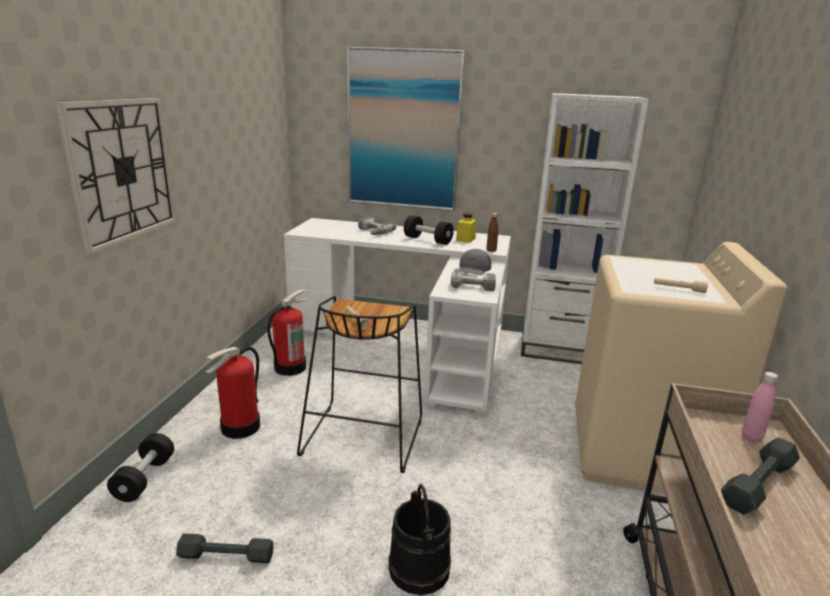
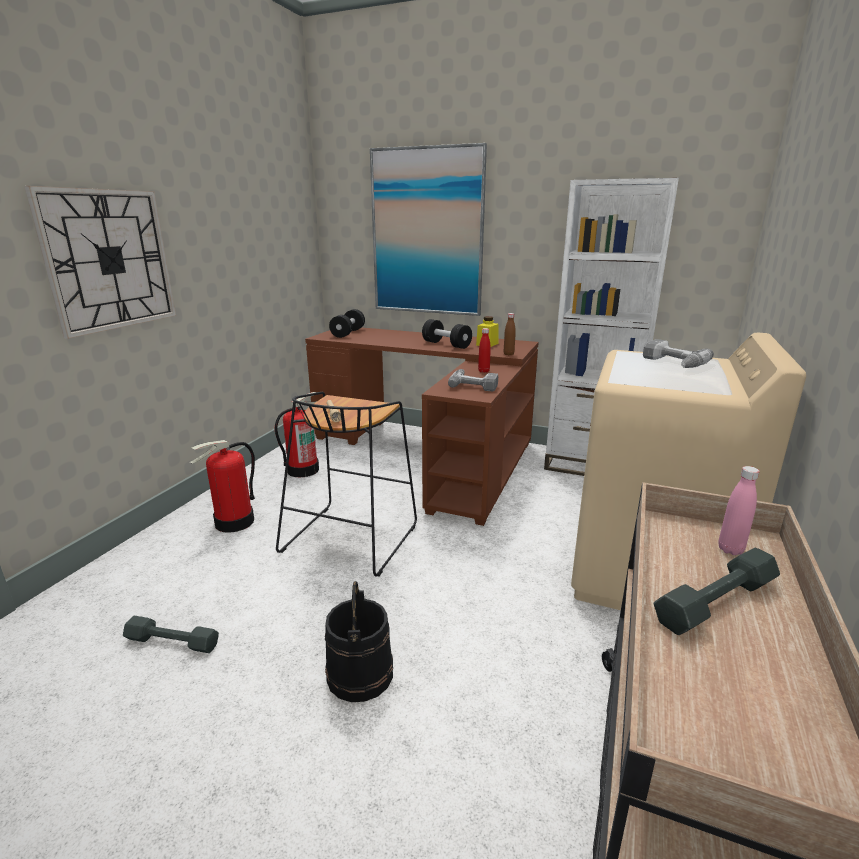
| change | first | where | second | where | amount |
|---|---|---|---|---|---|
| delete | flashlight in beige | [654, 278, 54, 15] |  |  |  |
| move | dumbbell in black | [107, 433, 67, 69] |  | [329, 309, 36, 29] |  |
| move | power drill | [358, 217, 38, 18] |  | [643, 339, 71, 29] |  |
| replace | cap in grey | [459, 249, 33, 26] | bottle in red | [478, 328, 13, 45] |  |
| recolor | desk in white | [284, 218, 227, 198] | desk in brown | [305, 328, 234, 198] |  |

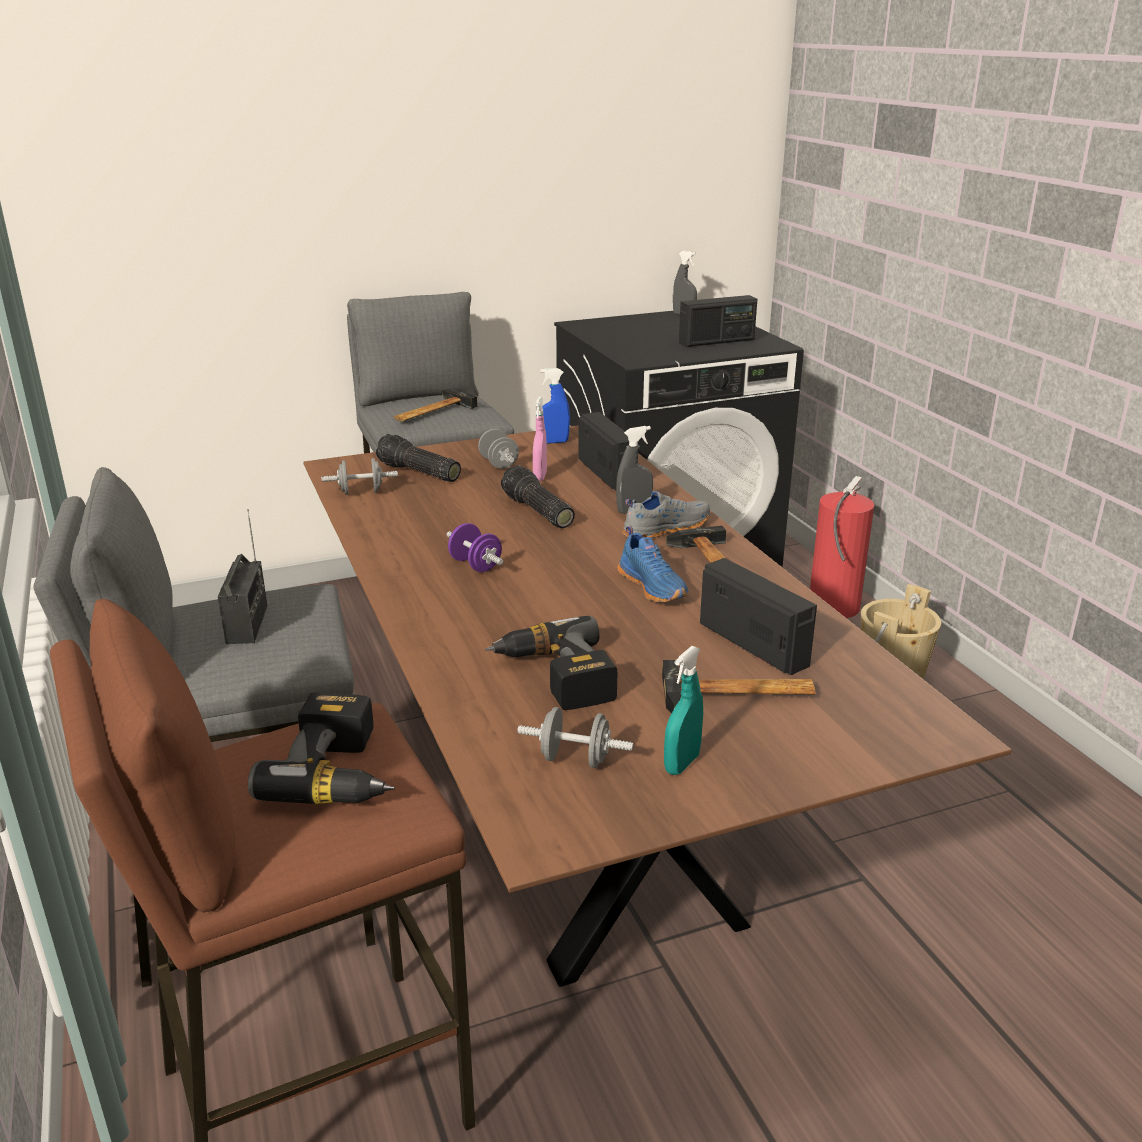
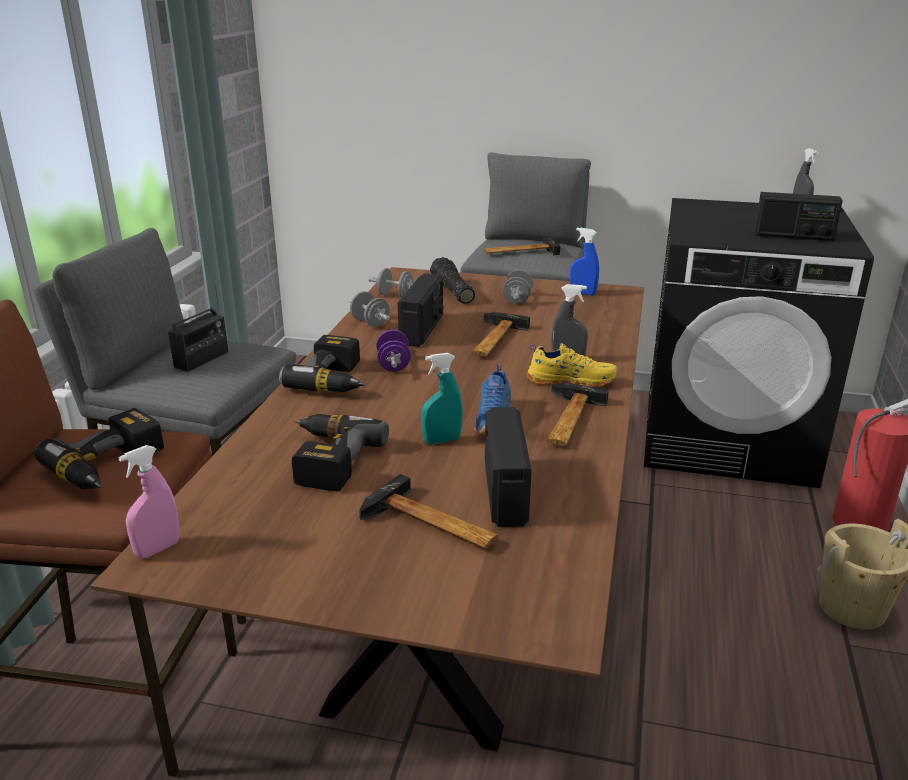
| change | first | where | second | where | amount |
|---|---|---|---|---|---|
| insert |  |  | power drill | [279, 335, 86, 57] |  |
| move | dumbbell in grey | [518, 707, 115, 61] |  | [349, 291, 41, 36] |  |
| move | spray bottle in pink | [533, 397, 14, 84] |  | [118, 445, 61, 114] |  |
| move | radio | [579, 412, 59, 79] |  | [398, 273, 46, 74] |  |
| move | spray bottle in turquoise | [664, 646, 39, 129] |  | [421, 353, 42, 91] |  |
| replace | flashlight | [501, 465, 74, 63] | hammer | [471, 312, 59, 44] |  |
| recolor | shoe in grey | [622, 491, 88, 47] | shoe in yellow | [527, 343, 91, 44] |  |

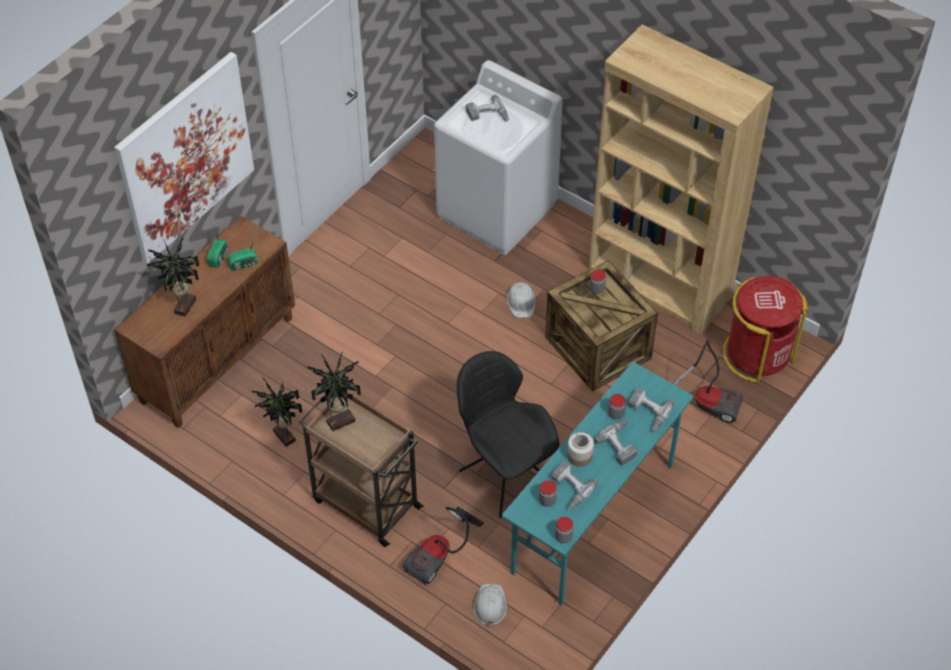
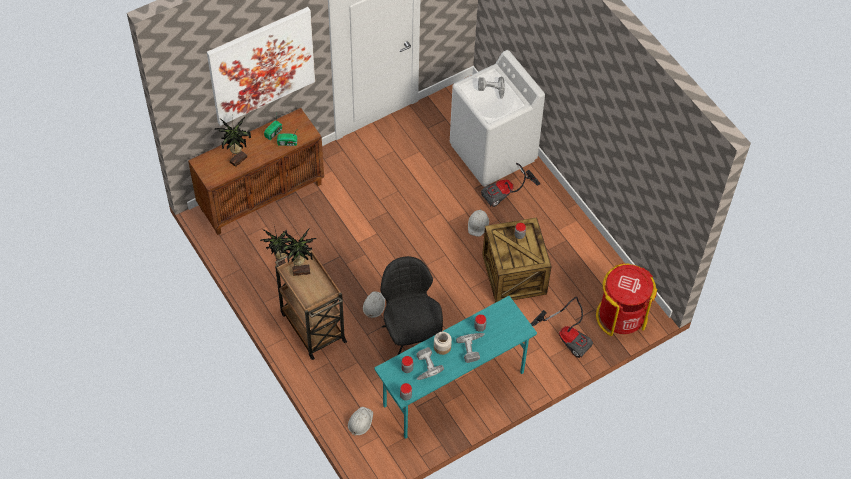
| change | first | where | second | where | amount |
|---|---|---|---|---|---|
| delete | bookcase in brown | [589, 25, 185, 310] |  |  |  |
| delete | power drill | [629, 387, 45, 45] |  |  |  |
| insert |  |  | hard hat in white | [363, 291, 22, 27] |  |
| move | vacuum cleaner | [403, 507, 81, 78] |  | [481, 163, 59, 44] |  |

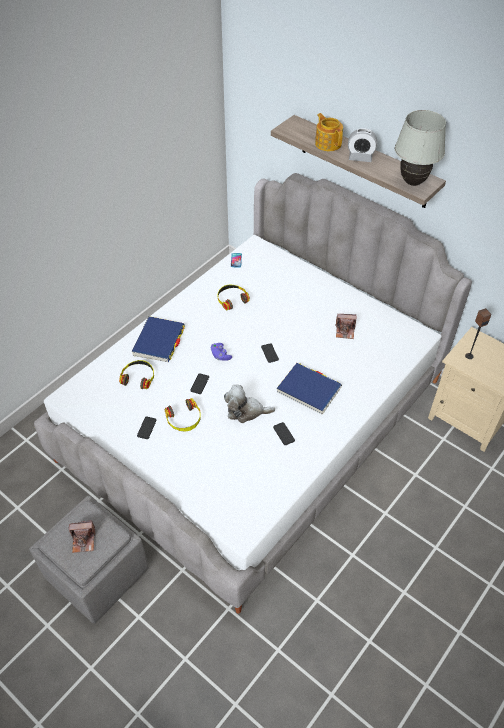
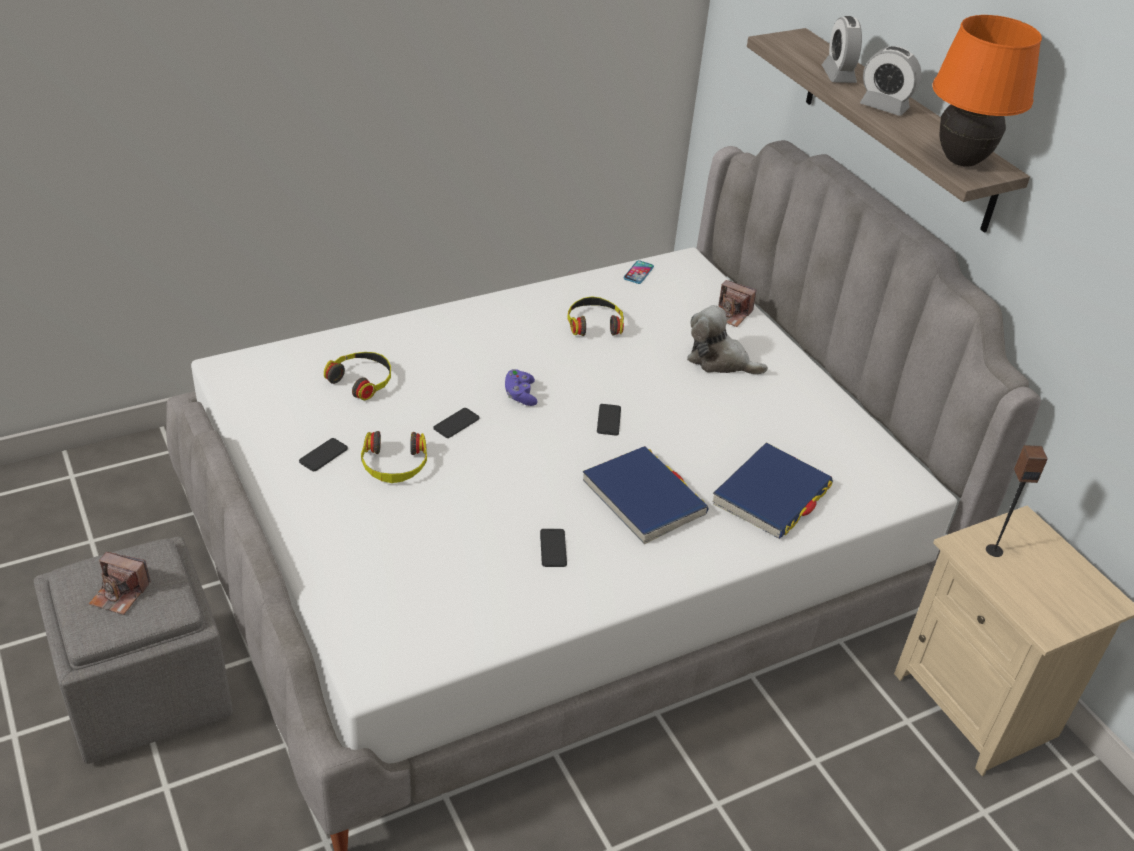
| change | first | where | second | where | amount |
|---|---|---|---|---|---|
| move | book in blue | [132, 316, 53, 46] |  | [713, 443, 120, 96] |  |
| move | plush toy | [224, 385, 51, 38] |  | [687, 305, 81, 70] |  |
| move | photo camera | [335, 314, 21, 25] |  | [718, 280, 39, 47] |  |
| replace | teapot | [315, 113, 28, 38] | alarm clock | [822, 16, 40, 67] |  |
| recolor | table lamp in white | [395, 110, 51, 76] | table lamp in orange | [933, 15, 109, 152] |  |

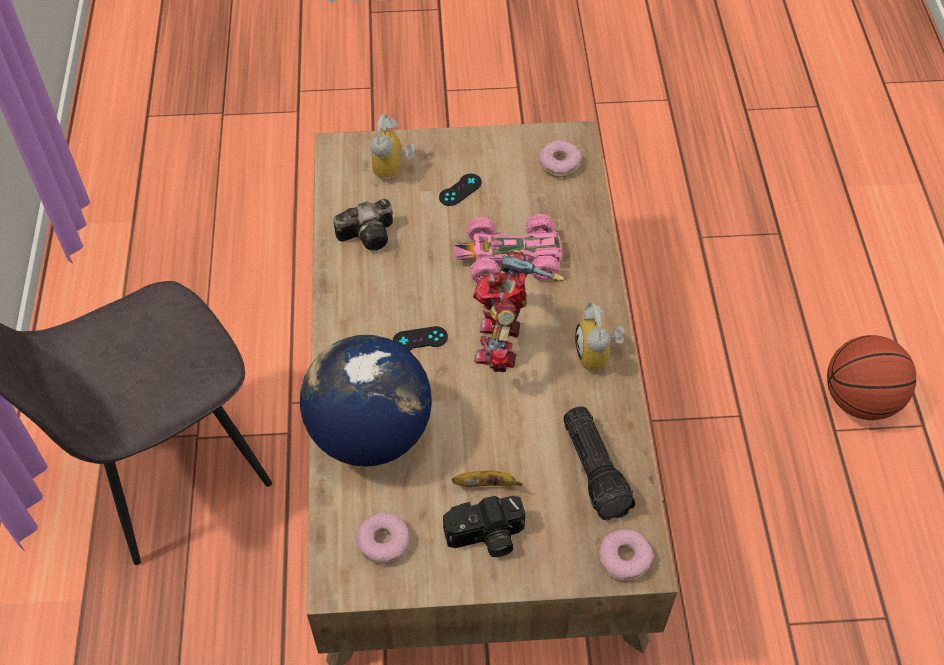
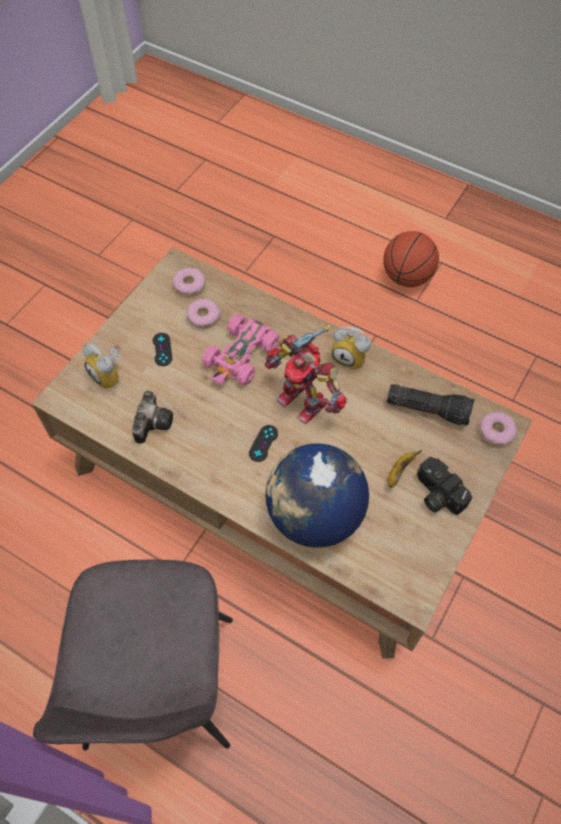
| change | first | where | second | where | amount |
|---|---|---|---|---|---|
| move | donut | [357, 512, 53, 52] |  | [187, 299, 34, 30] |  |
| rotate | photo camera | [443, 496, 83, 61] |  | [417, 457, 55, 58] | 120 degrees clockwise |

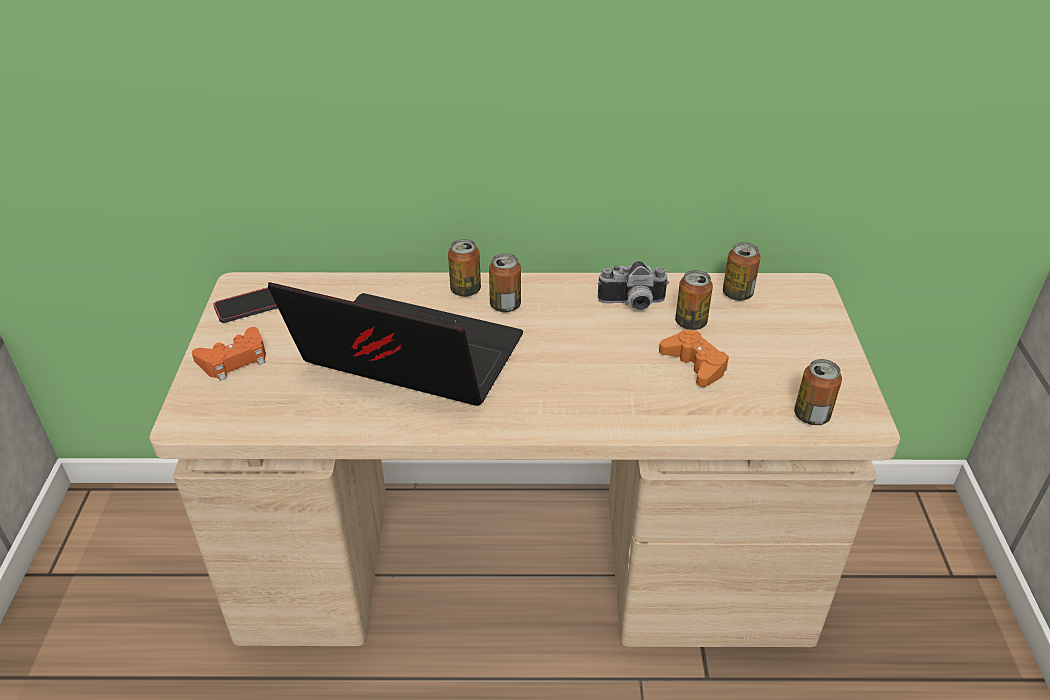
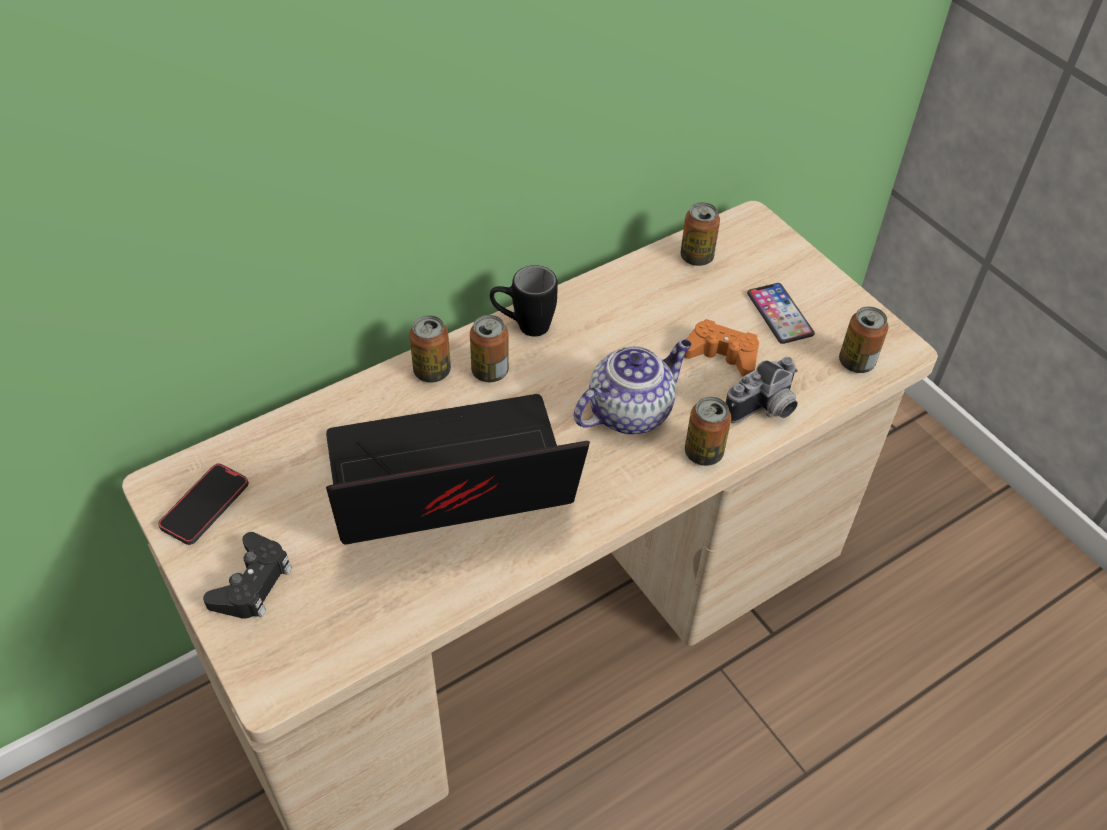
| change | first | where | second | where | amount |
|---|---|---|---|---|---|
| insert |  |  | mug in black | [490, 265, 68, 72] |  |
| insert |  |  | teapot | [574, 339, 118, 96] |  |
| insert |  |  | phone | [747, 283, 68, 61] |  |
| move | photo camera | [598, 261, 71, 49] |  | [726, 357, 72, 66] |  |
| move | can | [675, 270, 38, 60] |  | [685, 397, 46, 69] |  |
| recolor | game controller in orange | [192, 327, 74, 54] | game controller in black | [203, 532, 89, 87] |  |

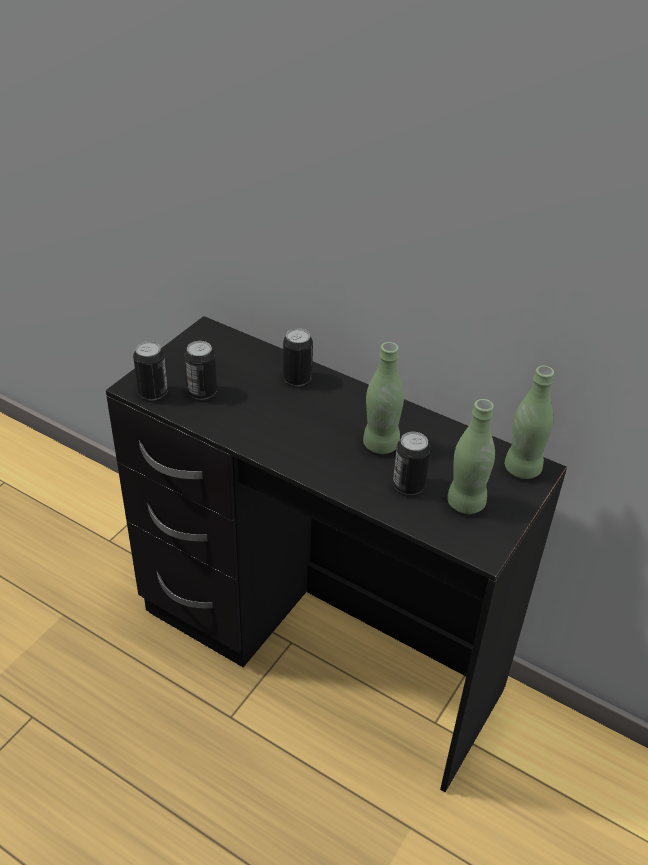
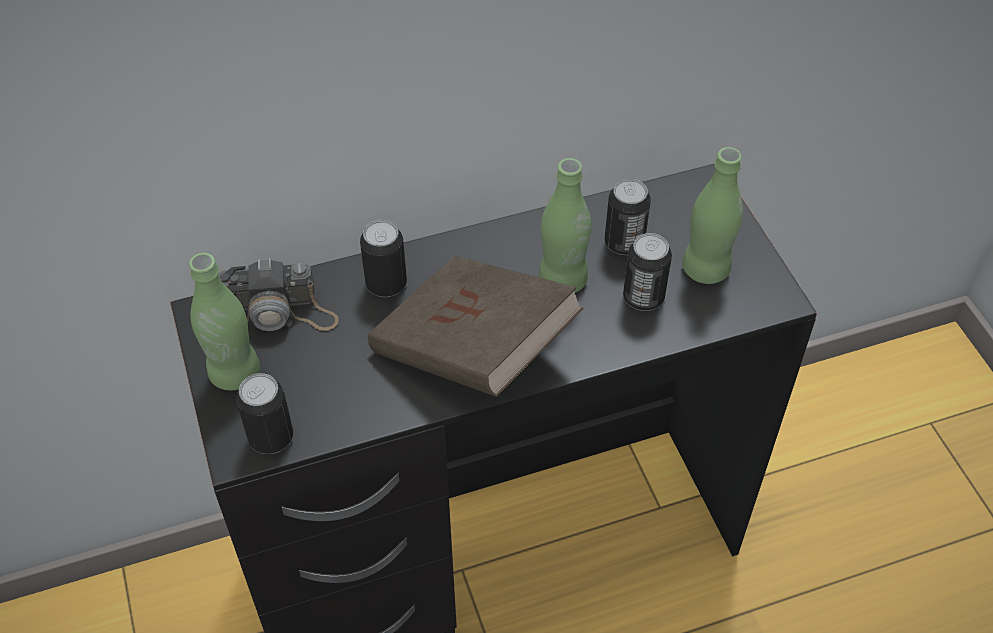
| change | first | where | second | where | amount |
|---|---|---|---|---|---|
| insert |  |  | photo camera | [218, 258, 121, 73] |  |
| insert |  |  | book in brown | [368, 256, 216, 141] |  |
| move | can | [184, 341, 33, 59] |  | [604, 179, 47, 76] |  |
| move | bottle in green | [505, 366, 49, 113] |  | [189, 253, 71, 137] |  |

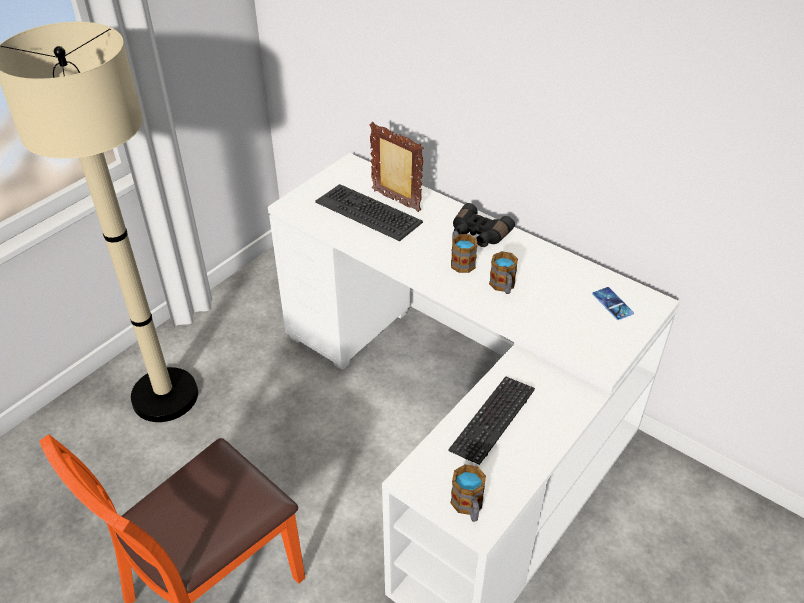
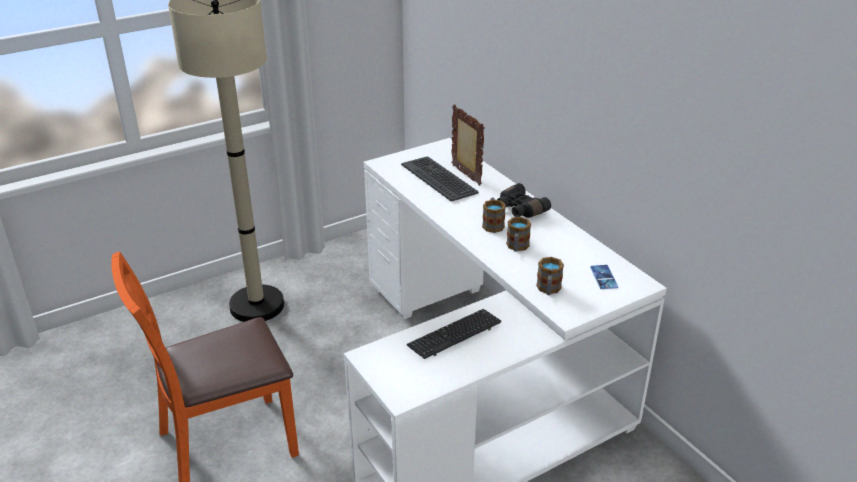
| change | first | where | second | where | amount |
|---|---|---|---|---|---|
| move | mug | [451, 464, 35, 58] |  | [536, 257, 28, 38] |  |

